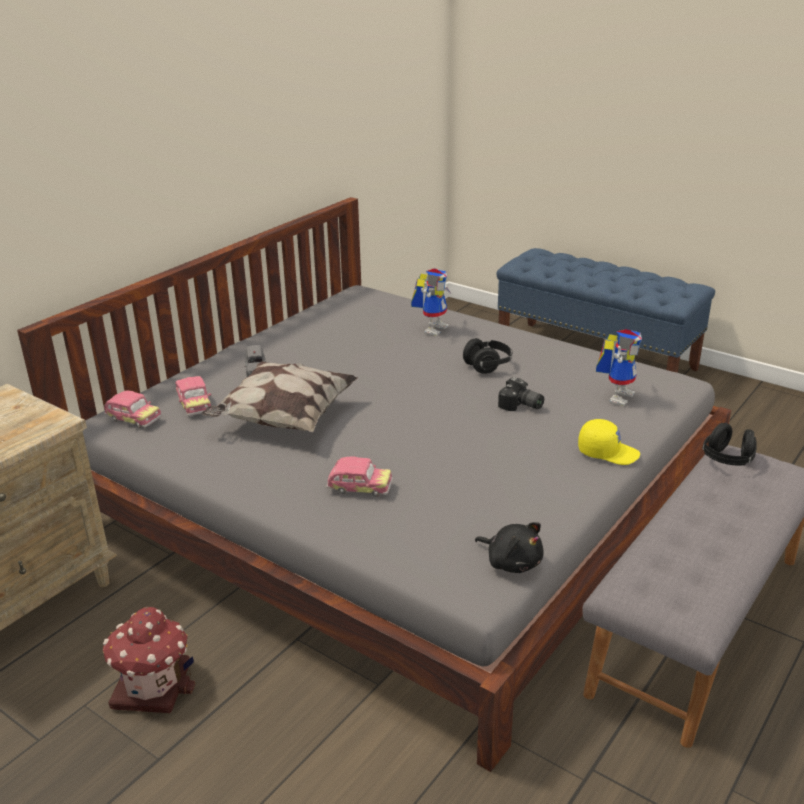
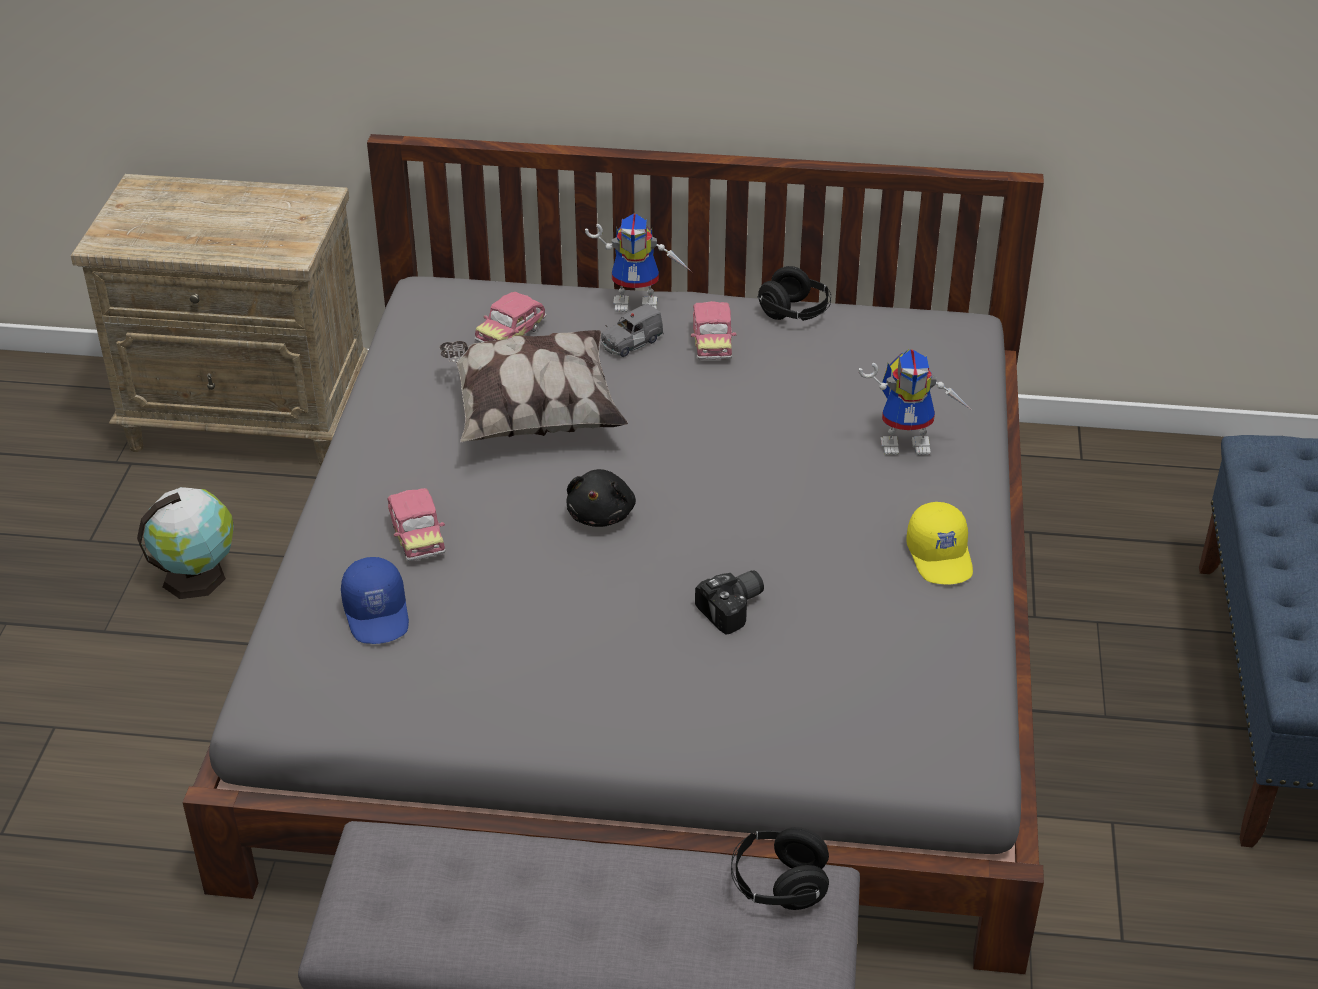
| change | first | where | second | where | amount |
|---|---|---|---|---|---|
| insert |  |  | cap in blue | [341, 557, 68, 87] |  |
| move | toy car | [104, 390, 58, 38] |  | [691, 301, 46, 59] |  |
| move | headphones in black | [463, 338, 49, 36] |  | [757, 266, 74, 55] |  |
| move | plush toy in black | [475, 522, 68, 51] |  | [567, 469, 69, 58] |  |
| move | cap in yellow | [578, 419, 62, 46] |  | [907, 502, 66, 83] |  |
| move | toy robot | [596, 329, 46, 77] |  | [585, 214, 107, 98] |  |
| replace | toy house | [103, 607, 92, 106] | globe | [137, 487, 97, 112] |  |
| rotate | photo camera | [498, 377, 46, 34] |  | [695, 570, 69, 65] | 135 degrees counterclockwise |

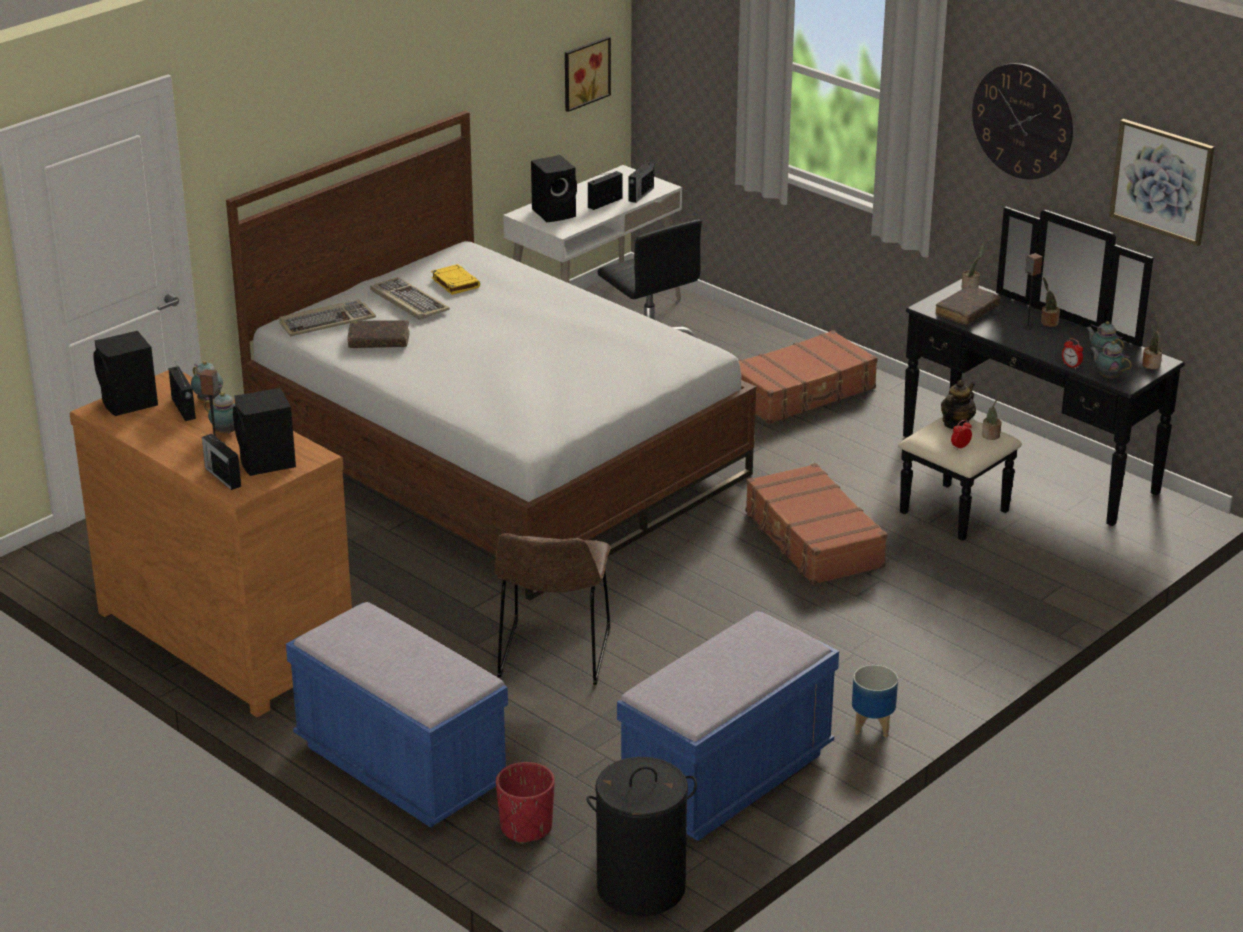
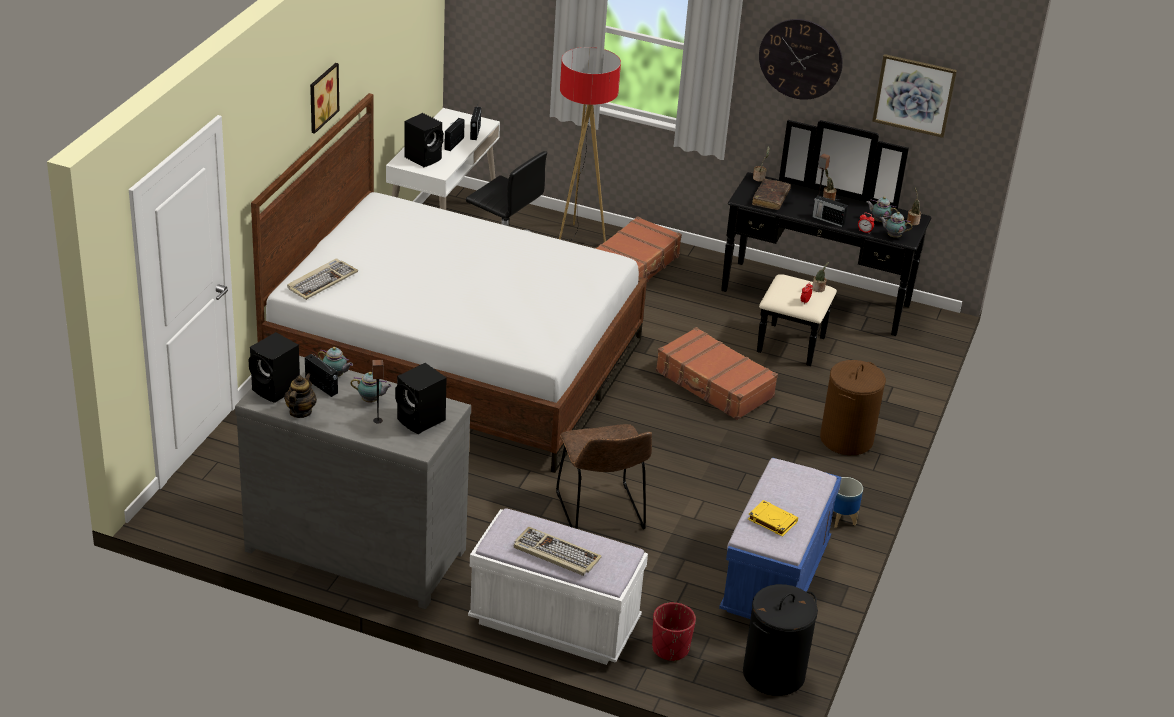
| change | first | where | second | where | amount |
|---|---|---|---|---|---|
| delete | book in brown | [347, 320, 62, 28] |  |  |  |
| insert |  |  | floor lamp | [559, 47, 62, 195] |  |
| insert |  |  | laundry basket in brown | [820, 360, 66, 95] |  |
| move | radio | [202, 434, 39, 56] |  | [812, 195, 36, 32] |  |
| move | keyboard | [370, 277, 80, 43] |  | [514, 527, 88, 49] |  |
| move | book in yellow | [431, 264, 49, 31] |  | [748, 500, 50, 37] |  |
| move | picture | [565, 37, 46, 75] |  | [310, 63, 29, 71] |  |
| move | teapot | [941, 380, 35, 49] |  | [284, 373, 33, 45] |  |
| recolor | dresser in brown | [70, 370, 282, 347] | dresser in grey | [235, 356, 236, 253] |  |
| recolor | bench in blue | [286, 602, 222, 226] | bench in white | [468, 508, 180, 157] |  |

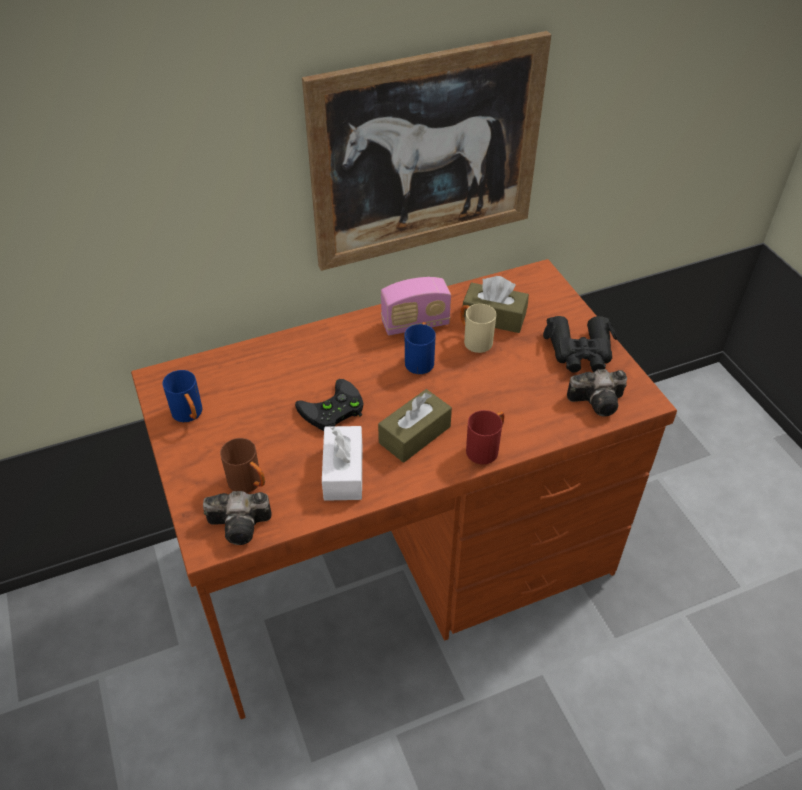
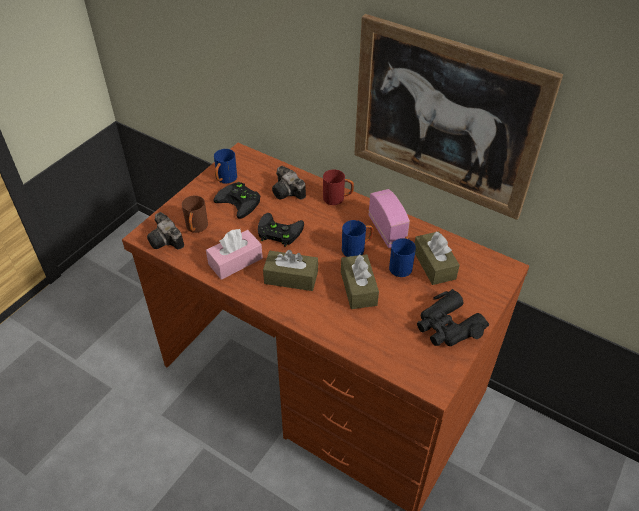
| change | first | where | second | where | amount |
|---|---|---|---|---|---|
| insert |  |  | game controller in black | [213, 182, 47, 37] |  |
| insert |  |  | tissue box in brown | [341, 254, 38, 55] |  |
| move | mug in red | [466, 410, 39, 54] |  | [323, 169, 31, 36] |  |
| move | photo camera | [567, 369, 60, 48] |  | [272, 166, 34, 34] |  |
| recolor | tissue box in white | [322, 426, 40, 75] | tissue box in pink | [206, 229, 57, 51] |  |
| recolor | mug in beige | [460, 304, 36, 49] | mug in blue | [389, 236, 27, 41] |  |
| rotate | radio | [381, 277, 70, 58] |  | [369, 189, 41, 59] | 150 degrees counterclockwise |

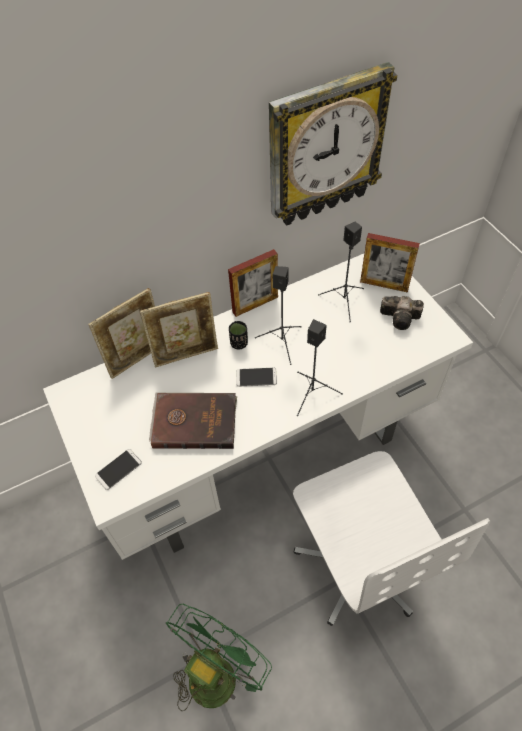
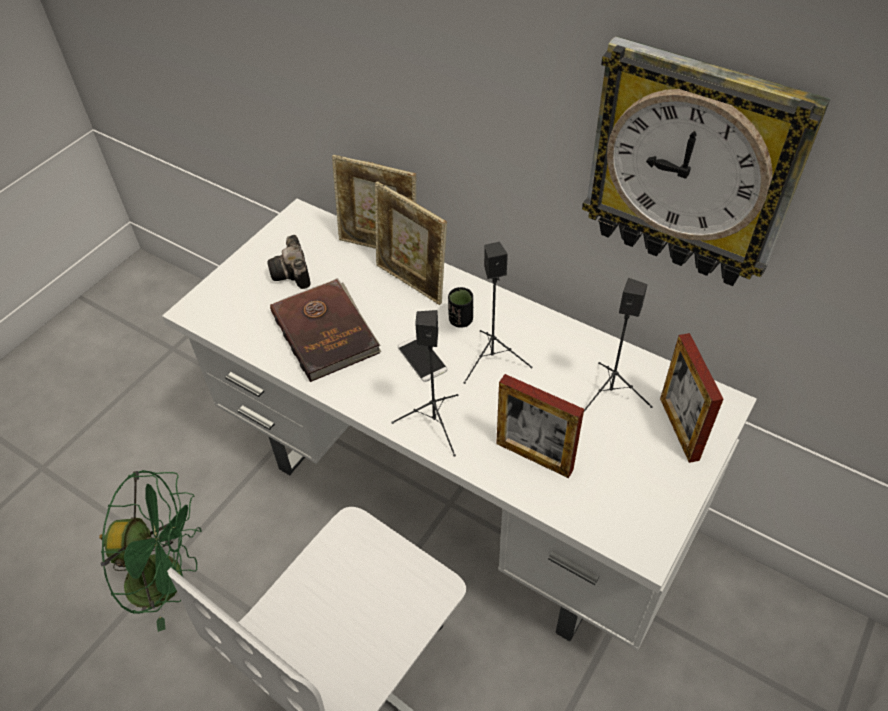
| change | first | where | second | where | amount |
|---|---|---|---|---|---|
| delete | phone | [95, 449, 47, 41] |  |  |  |
| move | picture frame | [228, 249, 50, 68] |  | [496, 374, 88, 104] |  |
| move | photo camera | [380, 296, 44, 34] |  | [267, 235, 44, 54] |  |

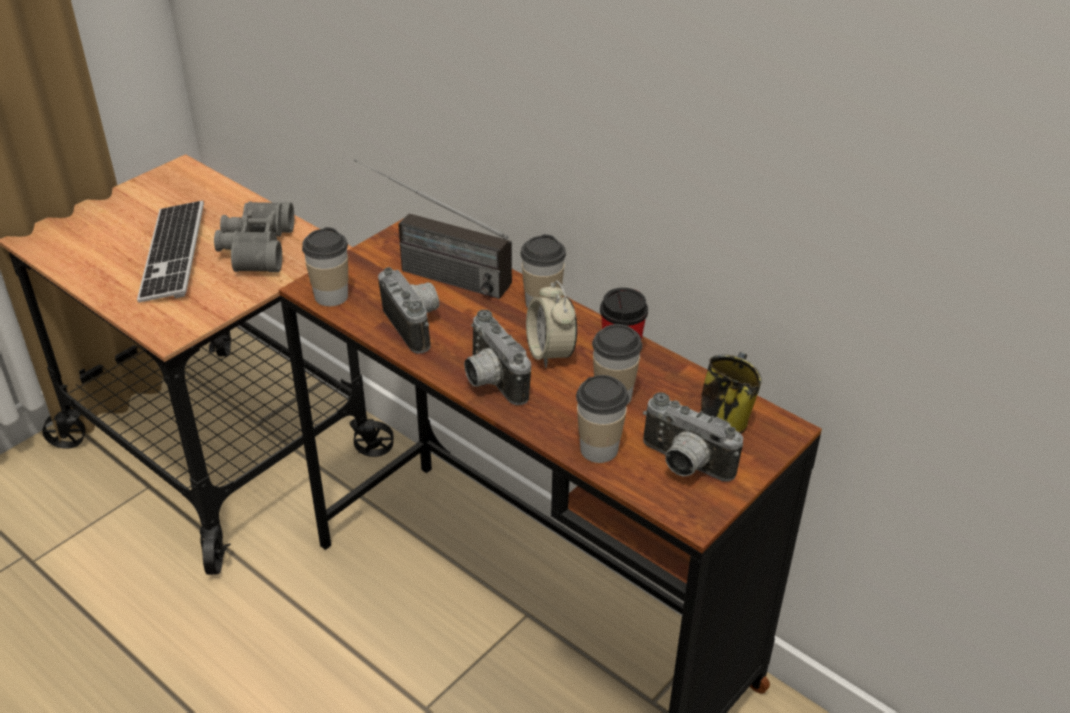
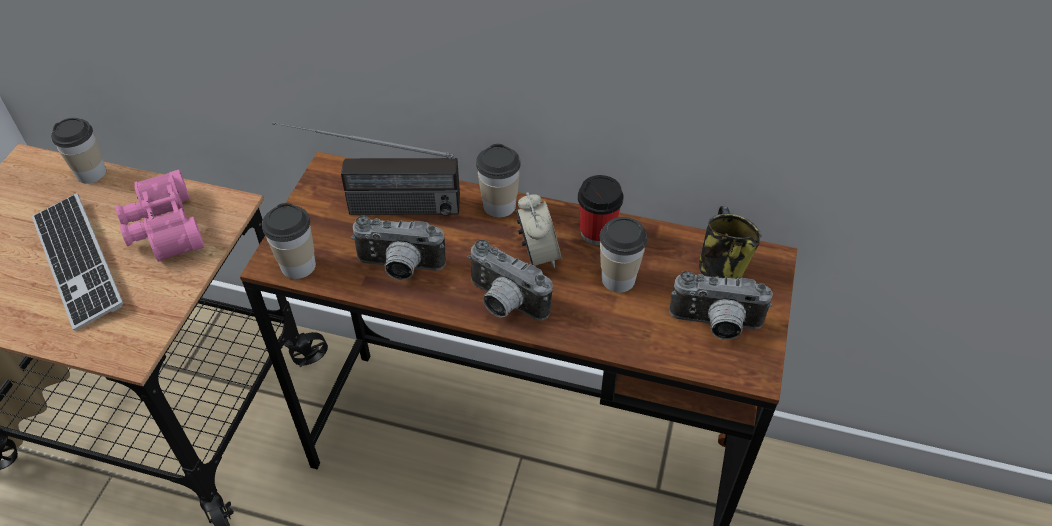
| change | first | where | second | where | amount |
|---|---|---|---|---|---|
| move | cup | [576, 375, 53, 88] |  | [51, 118, 55, 66] |  |
| recolor | binoculars in grey | [214, 202, 80, 70] | binoculars in pink | [115, 170, 89, 92] |  |
| rotate | photo camera | [378, 267, 61, 87] |  | [351, 216, 95, 64] | 150 degrees clockwise |
| rotate | alarm clock | [526, 280, 51, 88] |  | [516, 192, 46, 76] | 150 degrees counterclockwise |

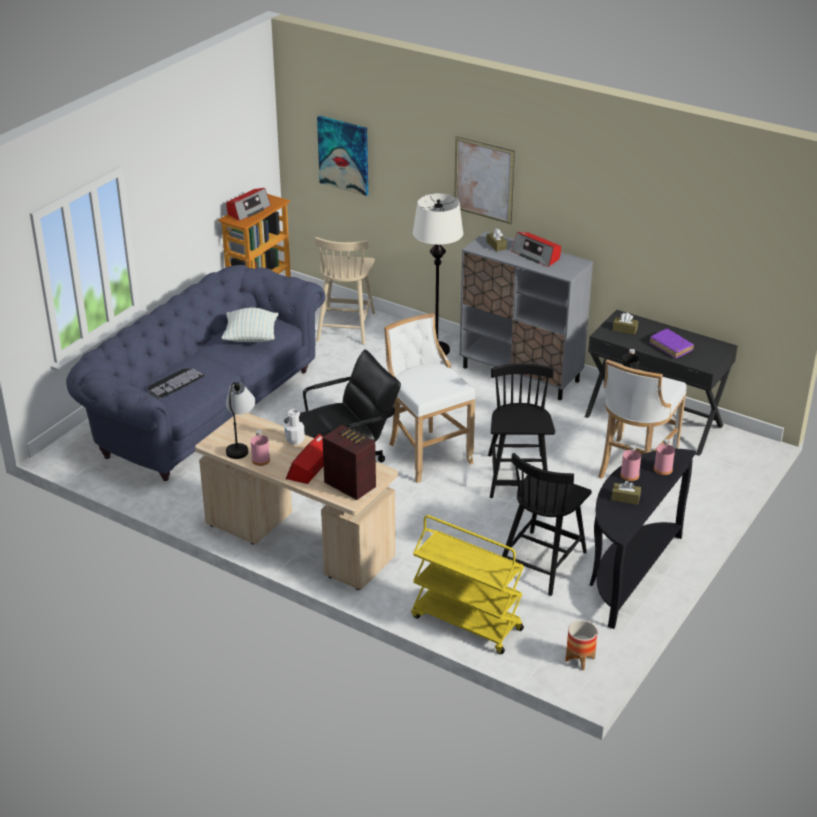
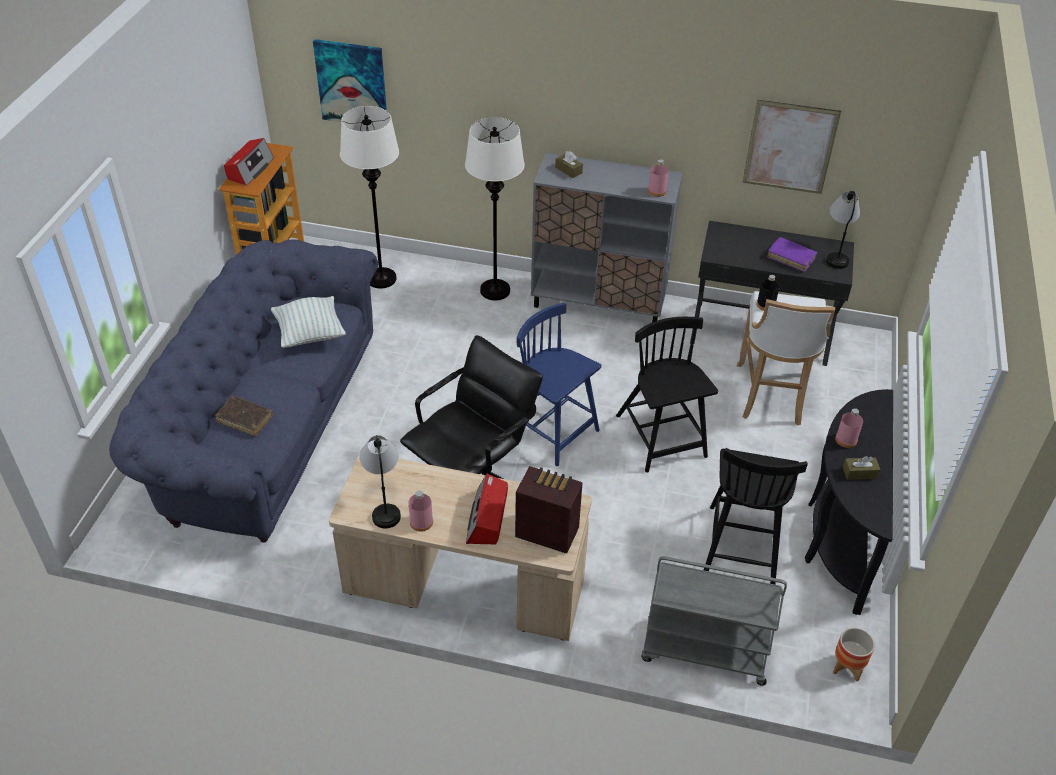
| change | first | where | second | where | amount |
|---|---|---|---|---|---|
| delete | bottle in white | [285, 409, 20, 36] |  |  |  |
| delete | radio | [511, 232, 50, 35] |  |  |  |
| delete | tissue box in brown | [613, 313, 25, 22] |  |  |  |
| insert |  |  | table lamp | [826, 190, 34, 79] |  |
| move | picture | [454, 136, 61, 88] |  | [743, 100, 98, 94] |  |
| move | bottle in pink | [654, 439, 21, 36] |  | [648, 159, 21, 38] |  |
| replace | keyboard | [148, 369, 56, 30] | book in brown | [215, 396, 58, 40] |  |
| replace | chair in beige | [315, 237, 60, 108] | floor lamp in white | [340, 106, 59, 183] |  |
| replace | stool in white | [384, 313, 91, 170] | chair in blue | [517, 302, 84, 164] |  |
| recolor | cart in yellow | [411, 515, 113, 139] | cart in grey | [641, 556, 146, 130] |  |

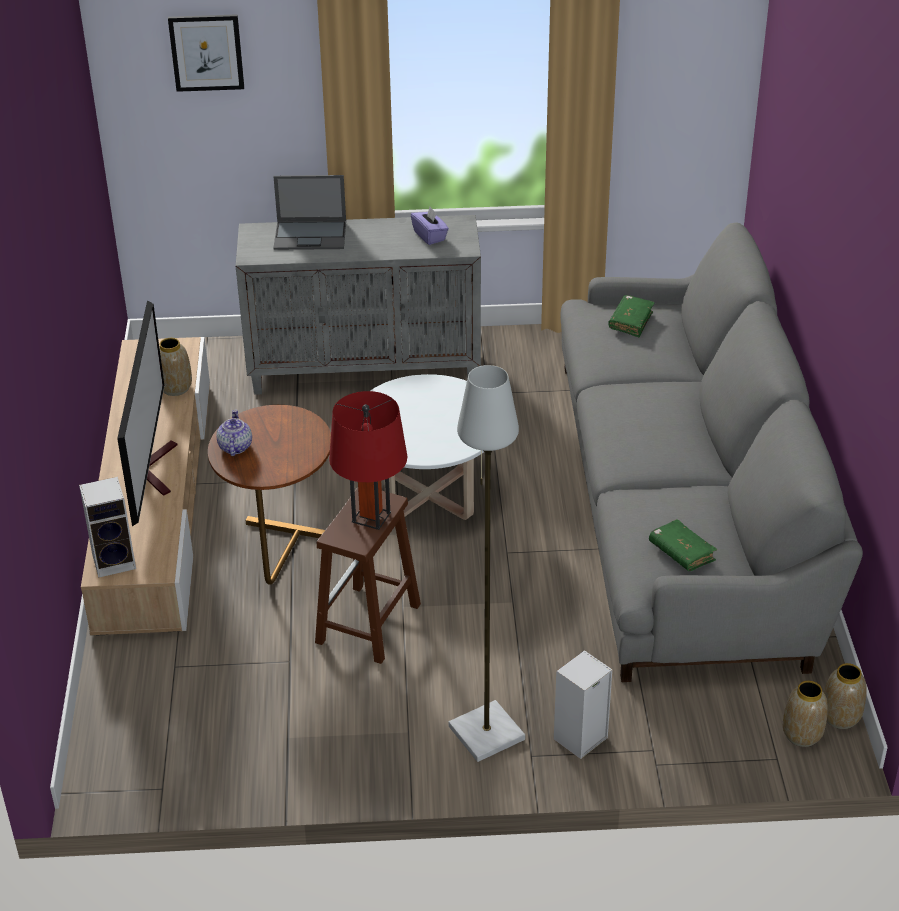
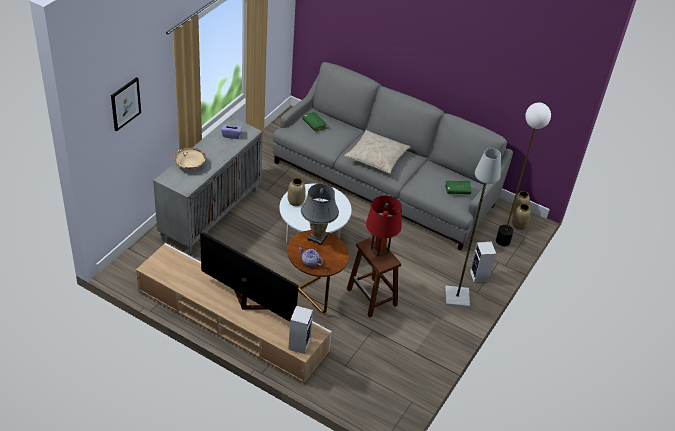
| change | first | where | second | where | amount |
|---|---|---|---|---|---|
| insert |  |  | table lamp in grey | [301, 184, 38, 61] |  |
| insert |  |  | pillow in beige | [344, 130, 66, 44] |  |
| insert |  |  | floor lamp | [496, 103, 55, 143] |  |
| move | vase | [159, 338, 33, 58] |  | [288, 178, 18, 28] |  |
| replace | laptop | [273, 175, 73, 75] | bowl in beige | [174, 148, 32, 21] |  |

